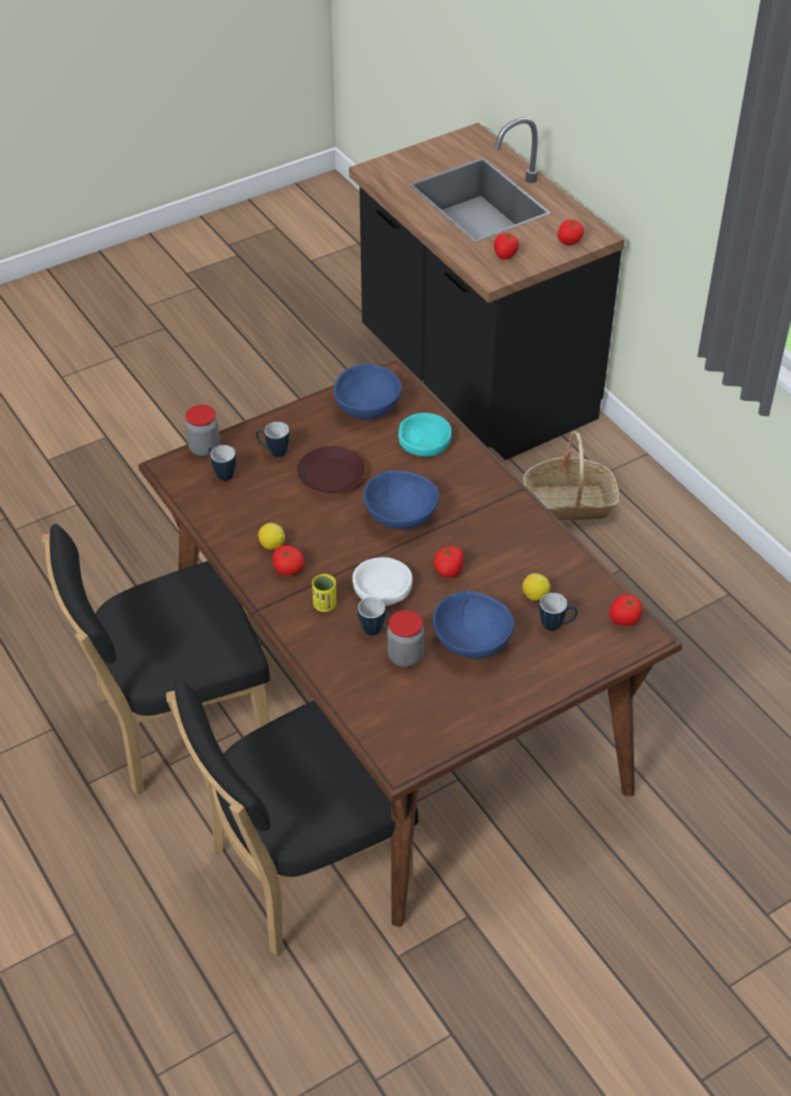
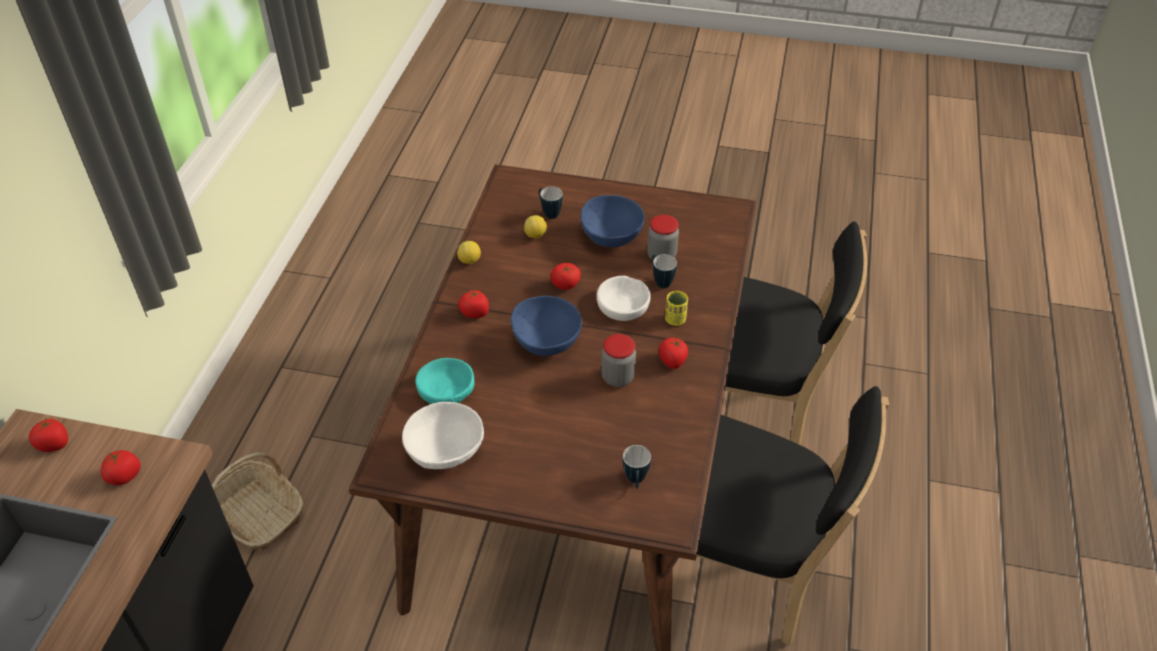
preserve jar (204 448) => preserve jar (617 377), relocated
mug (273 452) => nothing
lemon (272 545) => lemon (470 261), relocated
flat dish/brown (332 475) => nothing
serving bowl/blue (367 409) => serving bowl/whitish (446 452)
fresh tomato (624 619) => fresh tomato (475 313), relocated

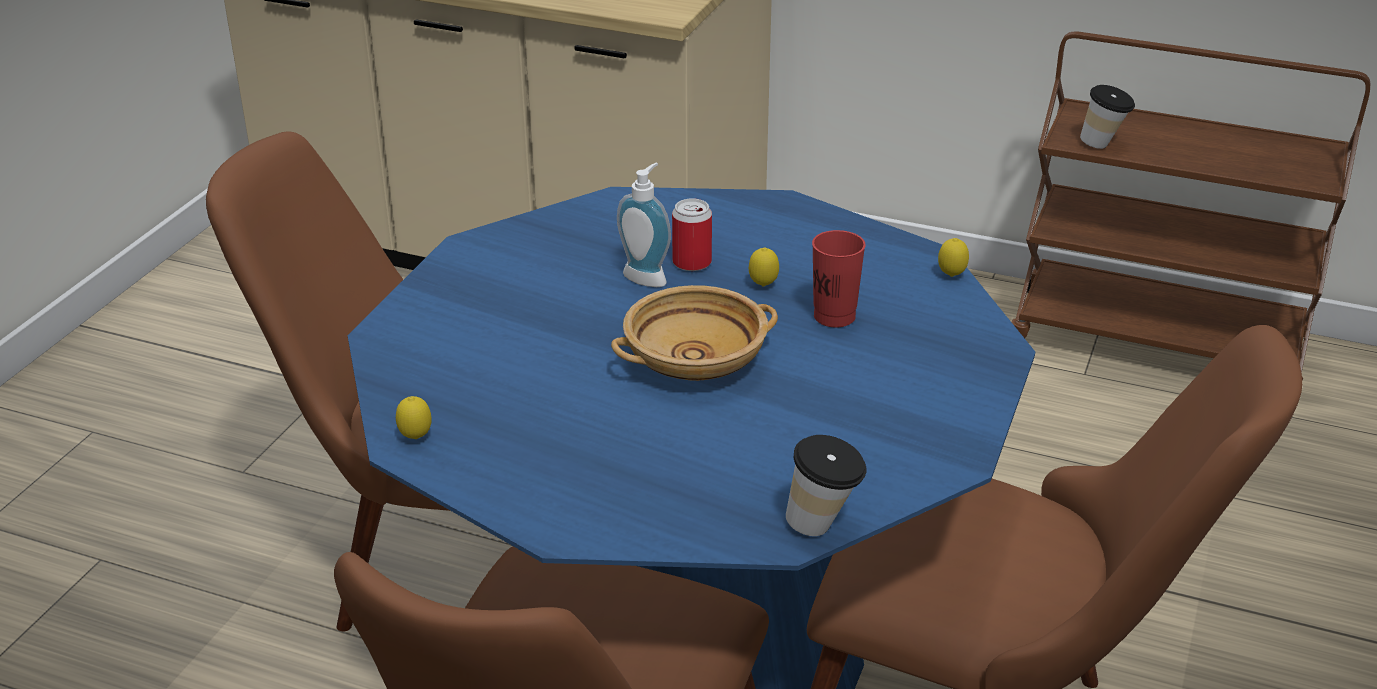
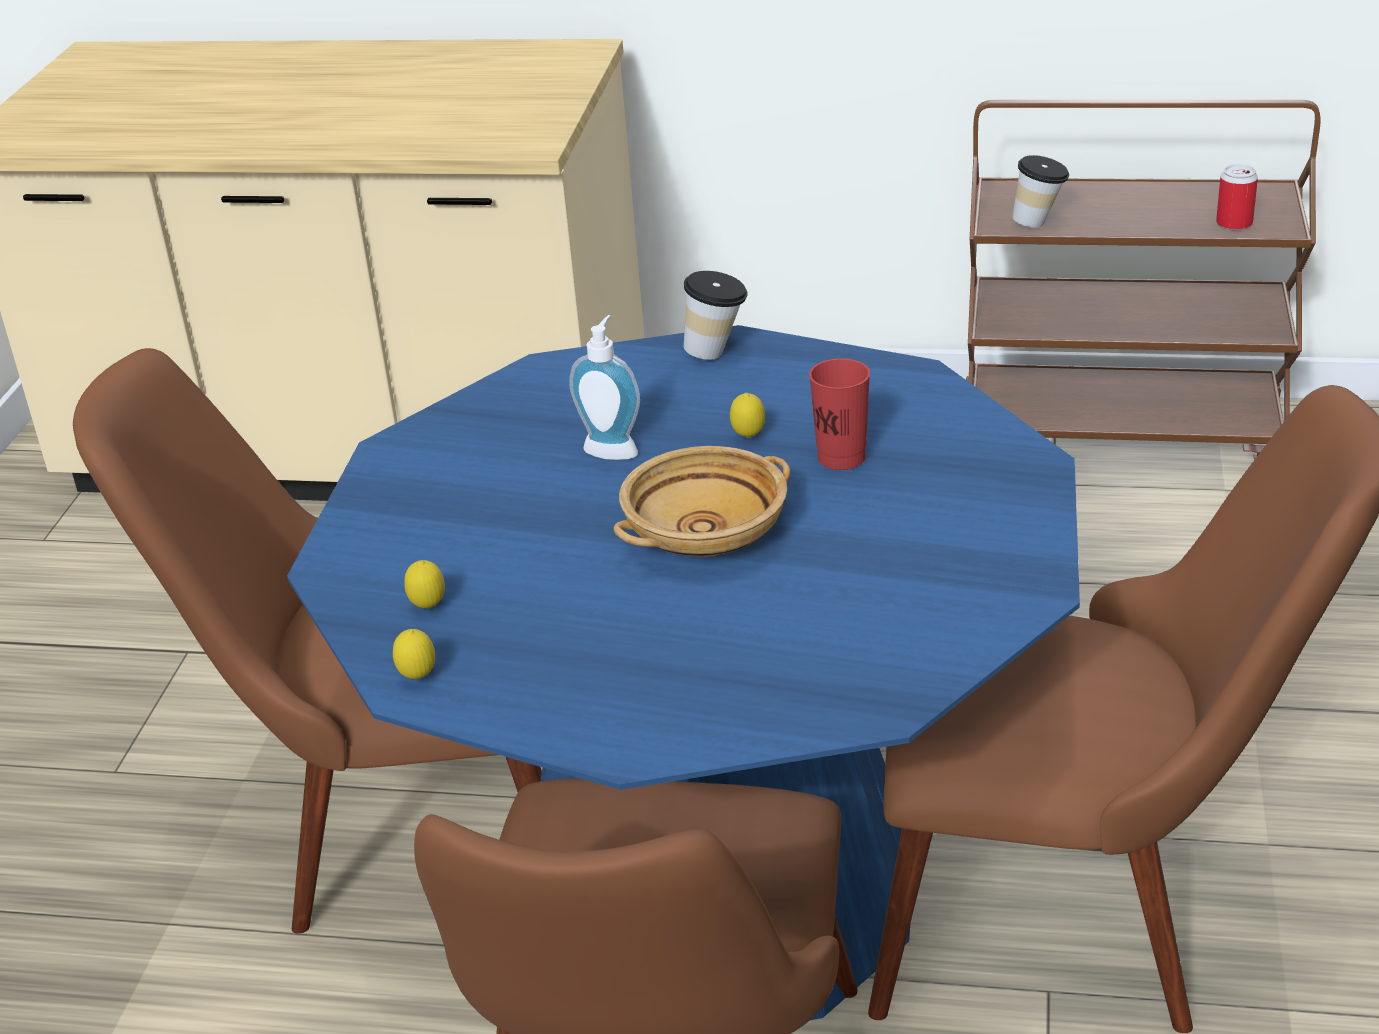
can (692 262) => can (1234 224), relocated
small cup (823 526) => small cup (717 352), relocated
lemon (951 276) => lemon (428 607), relocated

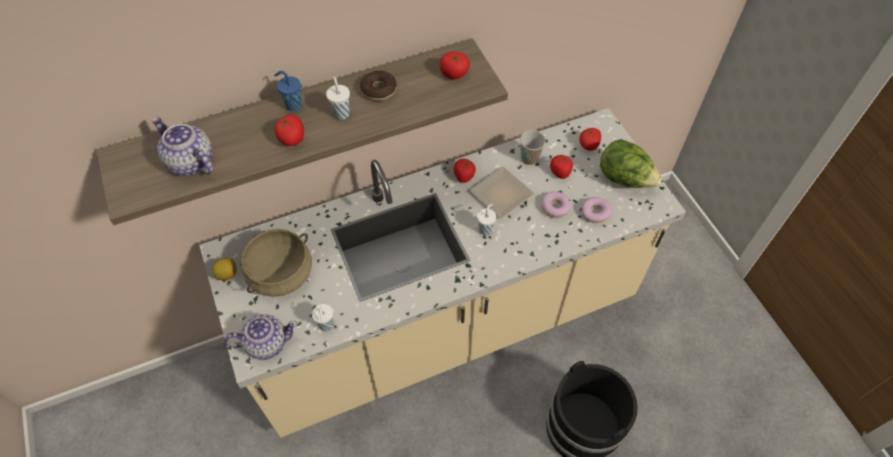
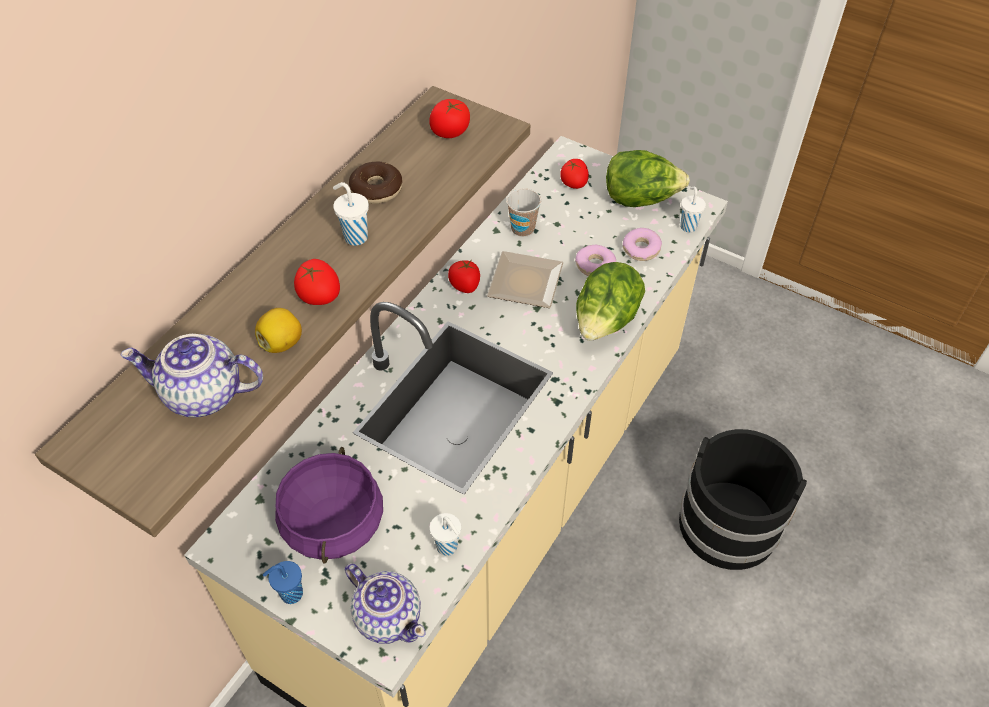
lemon (227 274) => lemon (282 343), relocated
teapot (266 343) => teapot (388 616), 90 degrees clockwise
stockpot/beige (281 274) => stockpot/purplish (334 522)
small cup/blue (293 105) => small cup/blue (290 594), relocated
small cup/whitish (485 229) => small cup/whitish (688 226), relocated
fresh tomato (560 172) => nothing
nothing => lettuce head (605 322)

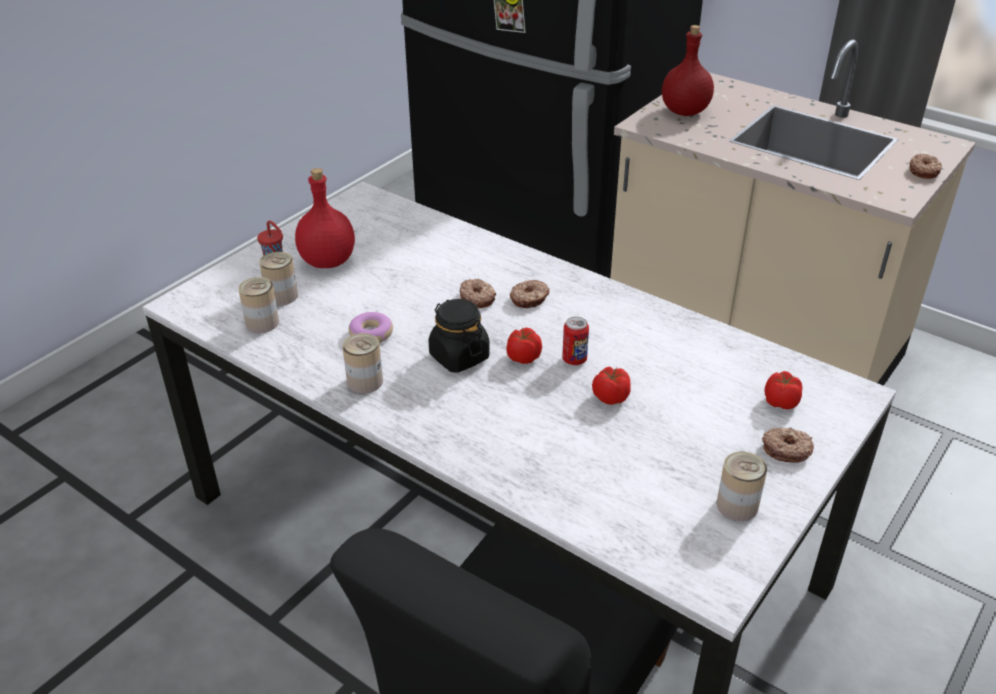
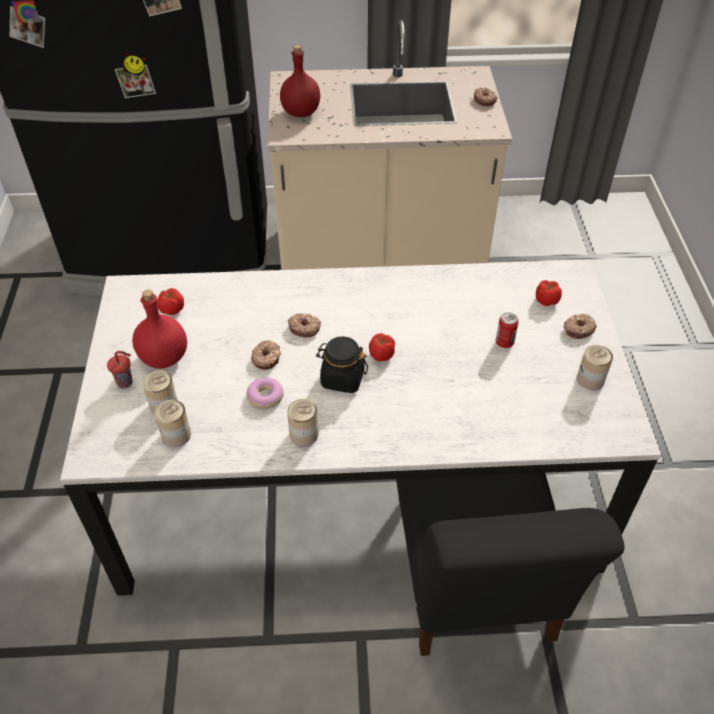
donut (530 299) => donut (267 358), relocated
can (574 359) => can (504 342), relocated
fresh tomato (610 397) => fresh tomato (171 309), relocated

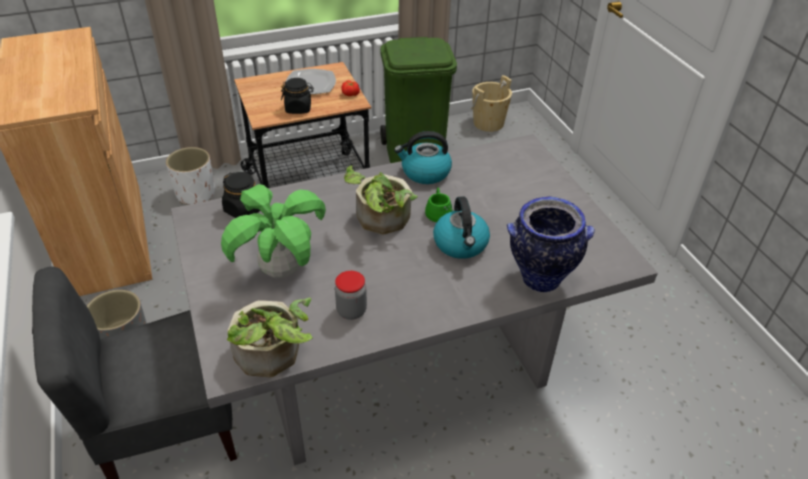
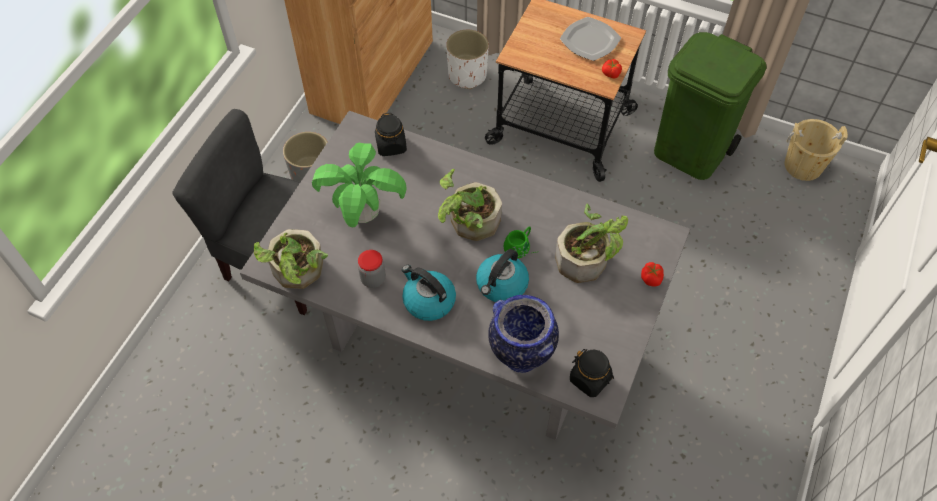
preserve jar/black (298 108) => preserve jar/black (590 379), relocated
kettle (425 172) => kettle (428 301), relocated
nothing => potted plant (588 259)
nothing => fresh tomato (651 279)

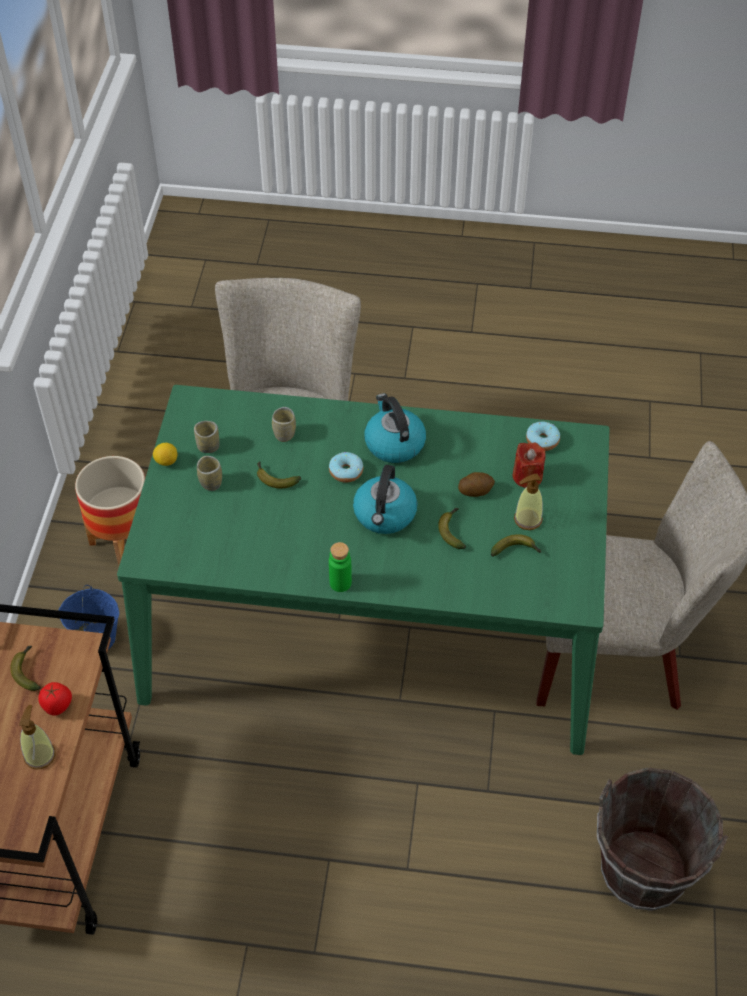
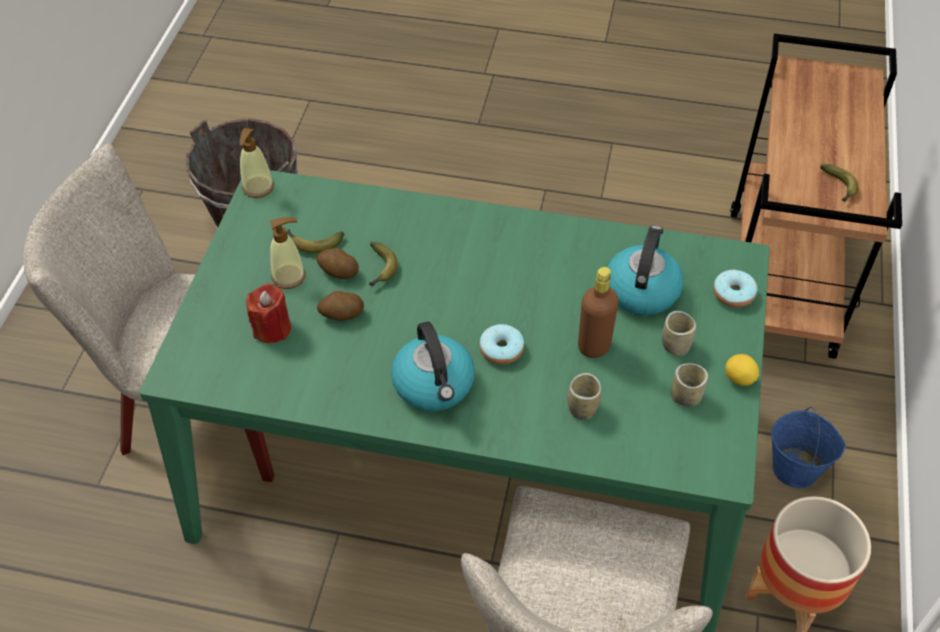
soap bottle (40 755) => soap bottle (258 187), relocated
fresh tomato (58 706) => nothing
banana (274 478) => drink bottle/brown (594 346)
drink bottle/green (340 583) => nothing
kettle (385 515) => kettle (641 289), relocated
donut (542 441) => donut (733 294), relocated
nothing => potato (338 272)

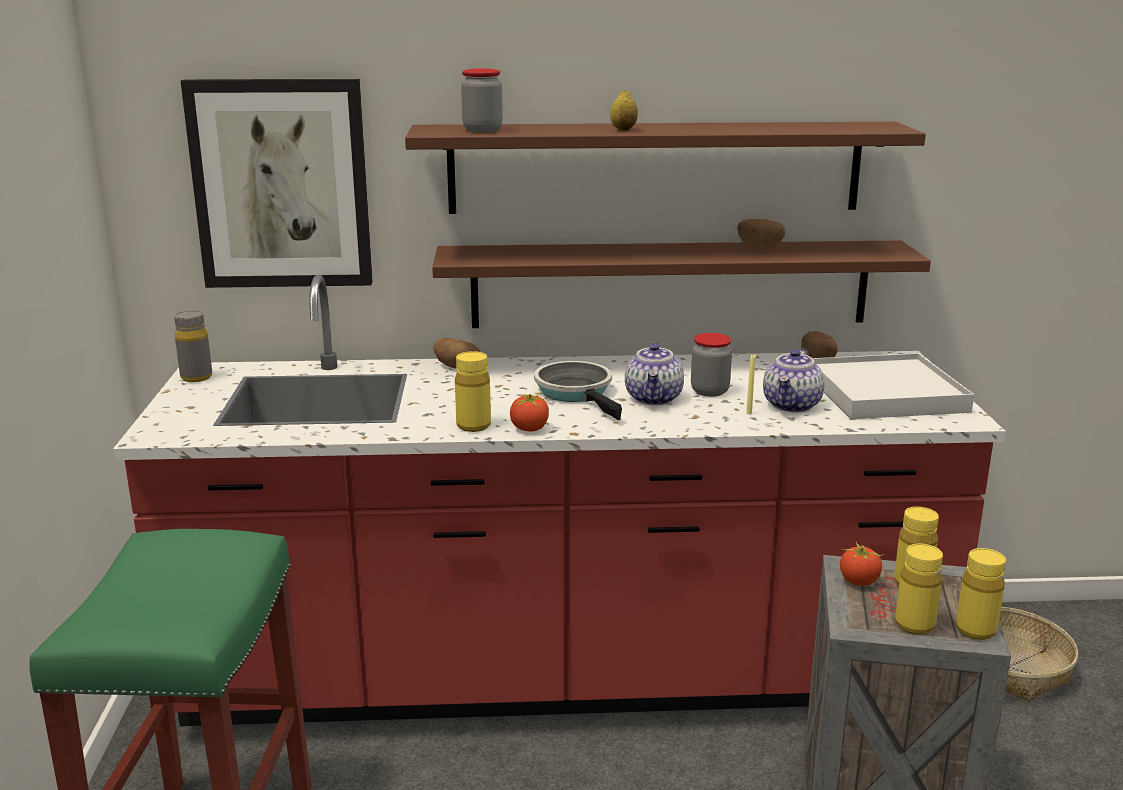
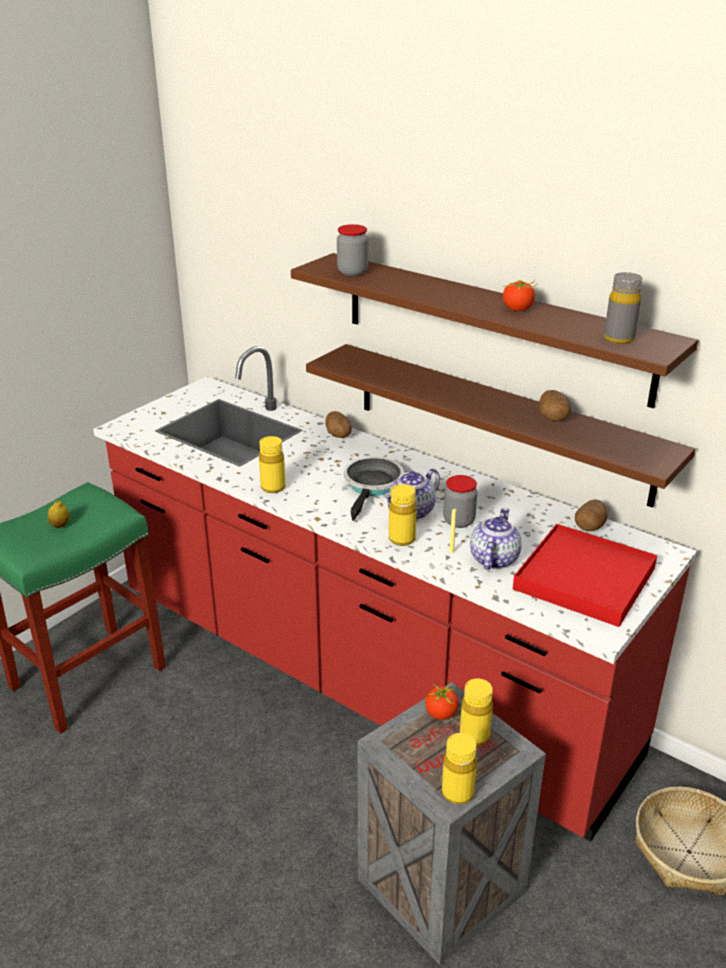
drink bottle/greyish (196 377) => drink bottle/greyish (618 339), relocated
picture (281 184) => nothing
fresh tomato (529 428) => fresh tomato (518 309), relocated
lemon (623 130) => lemon (60 525), relocated
teapot (792 405) => teapot (493 559), 135 degrees clockwise
tray/whitish (886 393) => tray/red-coloured (584 579)
drink bottle/yellowish (914 625) => drink bottle/yellowish (402 539), relocated

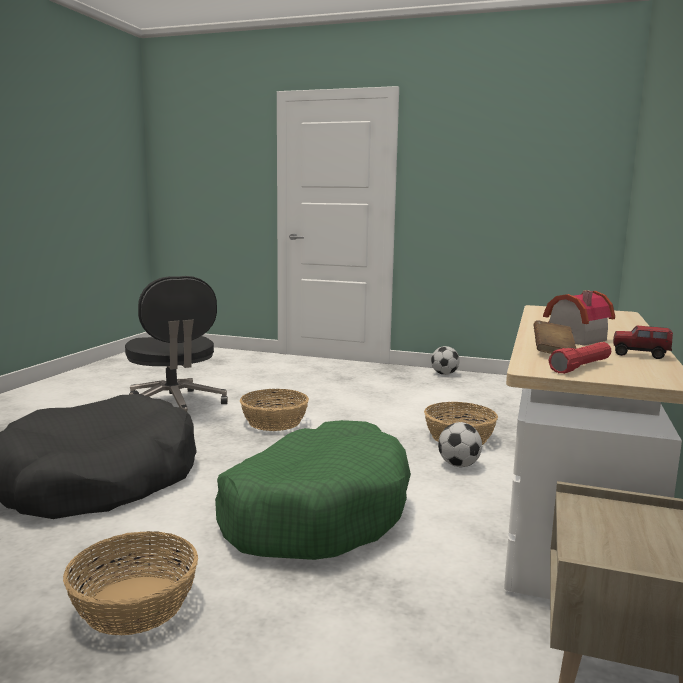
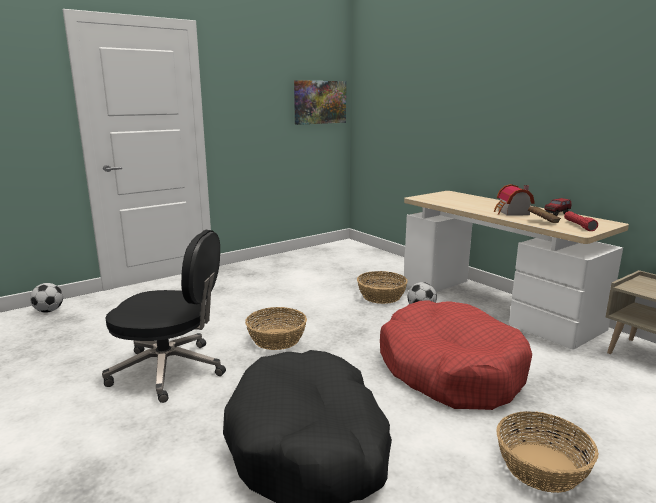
dog bed/green (315 511) => dog bed/red-coloured (450 369)
football (444 374) => football (49 311), relocated
nothing => picture (320 102)

